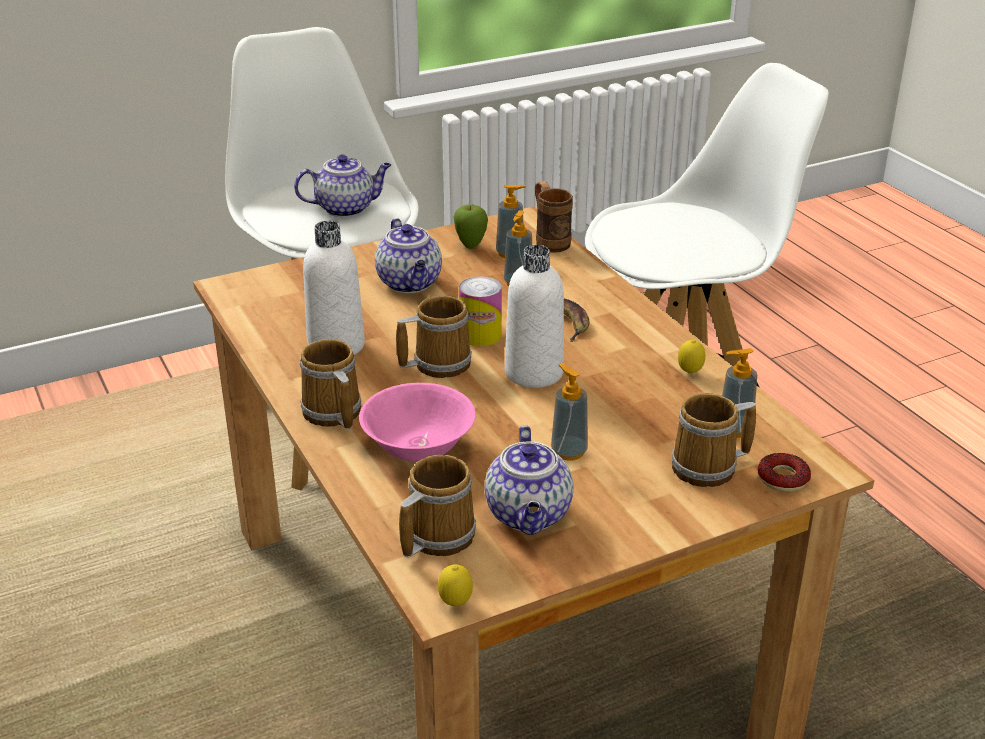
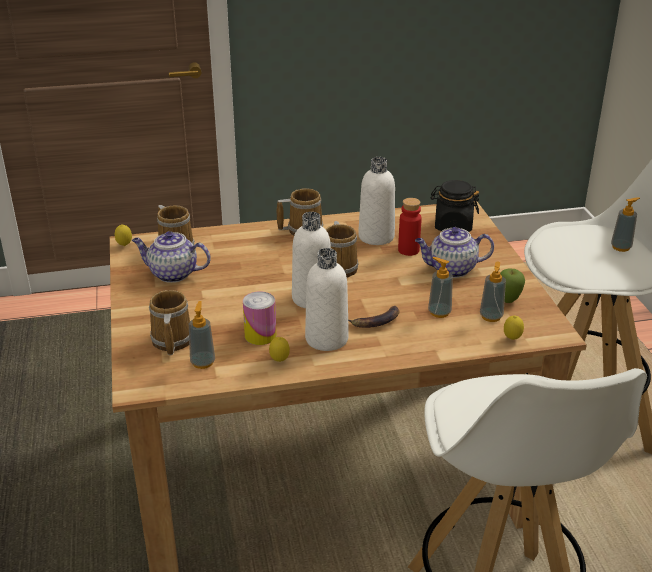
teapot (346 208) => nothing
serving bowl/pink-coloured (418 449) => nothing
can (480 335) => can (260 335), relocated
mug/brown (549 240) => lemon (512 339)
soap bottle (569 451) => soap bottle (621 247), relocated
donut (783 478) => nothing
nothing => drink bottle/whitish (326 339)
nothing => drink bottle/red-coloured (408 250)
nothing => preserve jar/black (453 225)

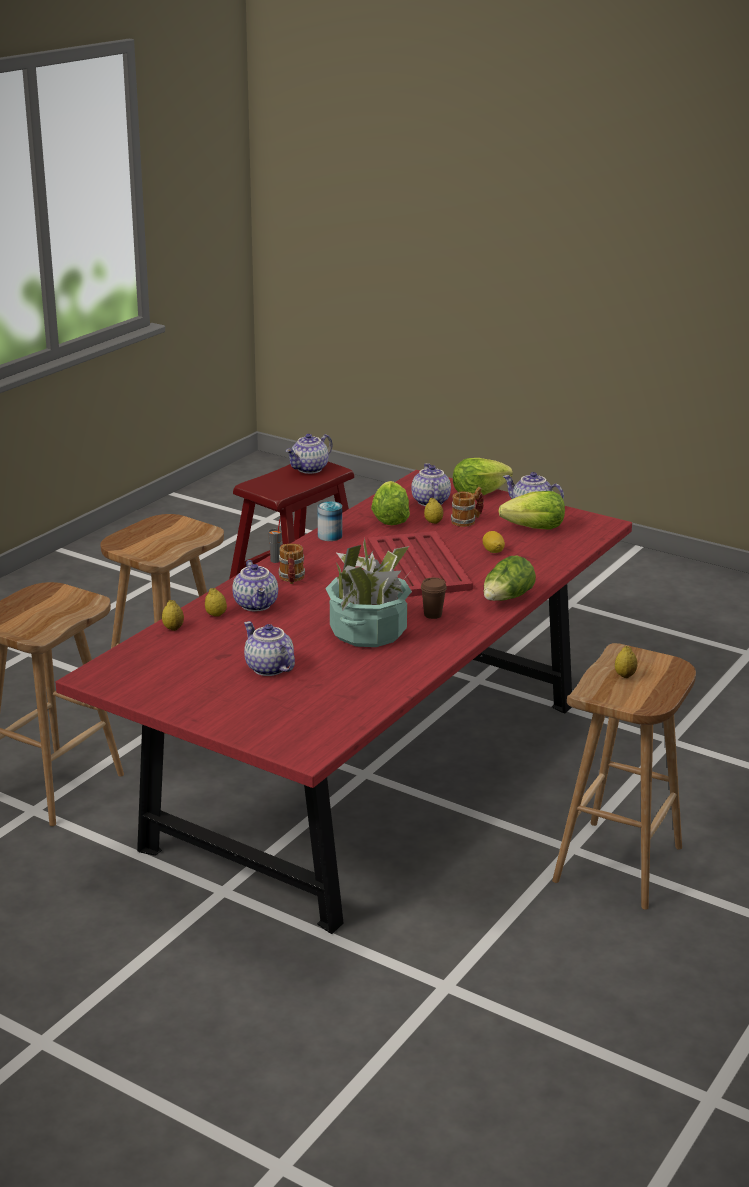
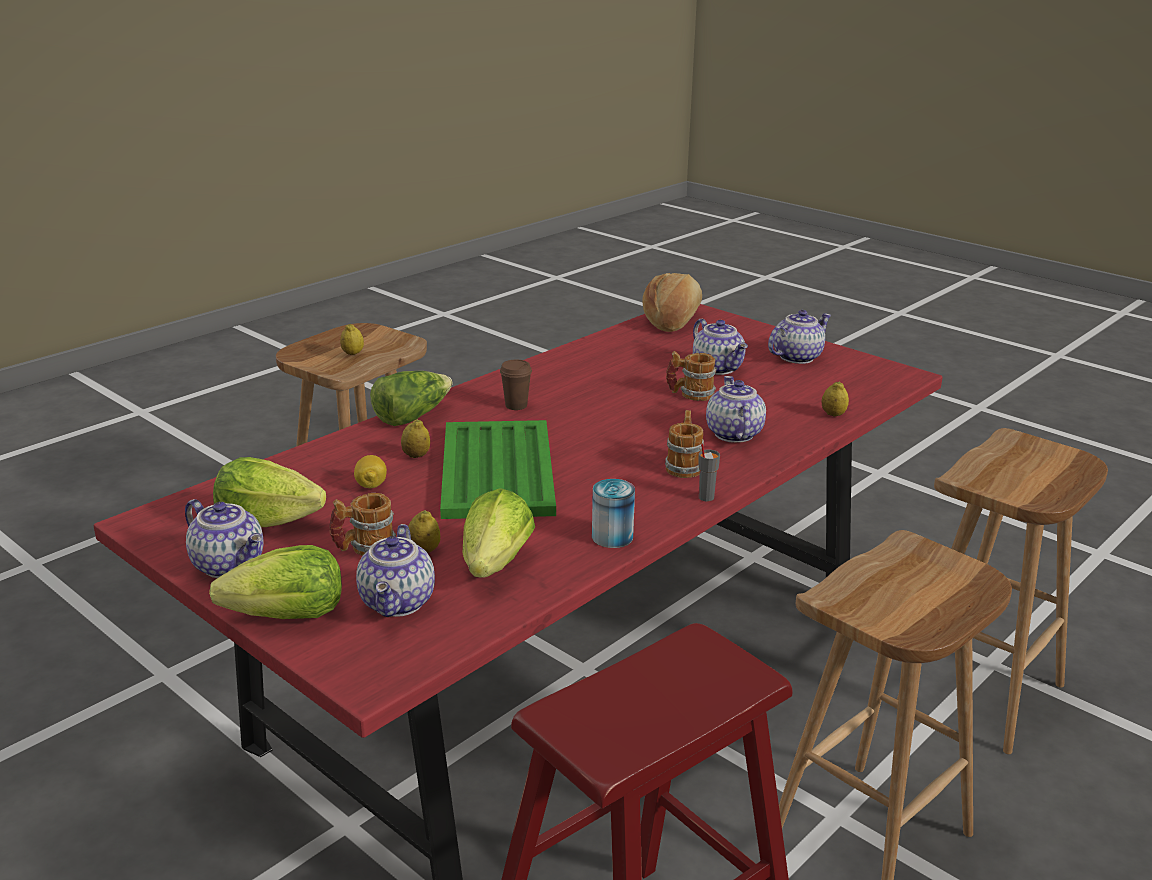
lemon (216 615) => lemon (416 456), relocated
teapot (310 469) => teapot (796 357), relocated
potted plant (368 632) => nothing
tray/red-coloured (418 565) => tray/green (496 471)
nothing => bakery bread (673 320)
nothing => mug (690 394)

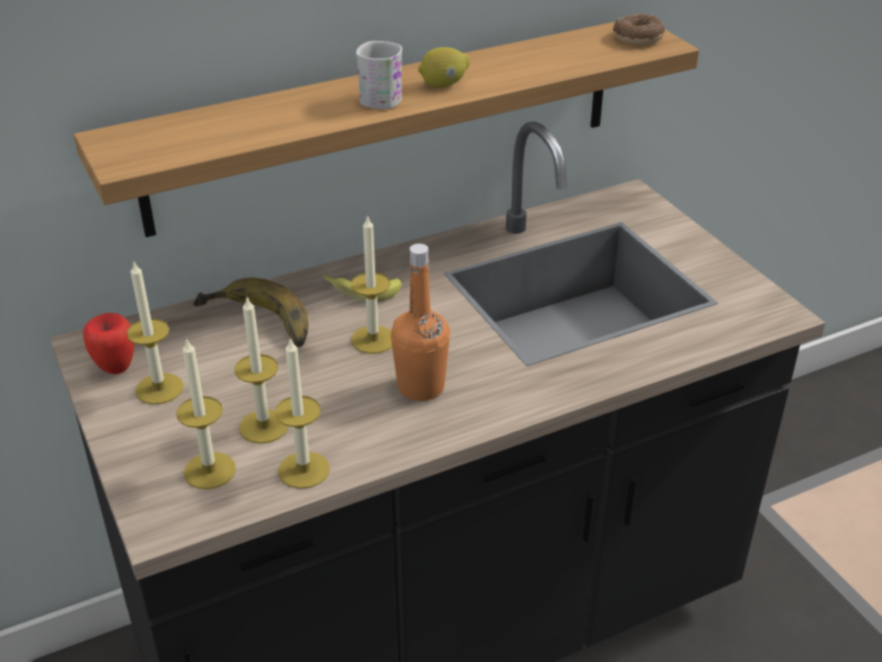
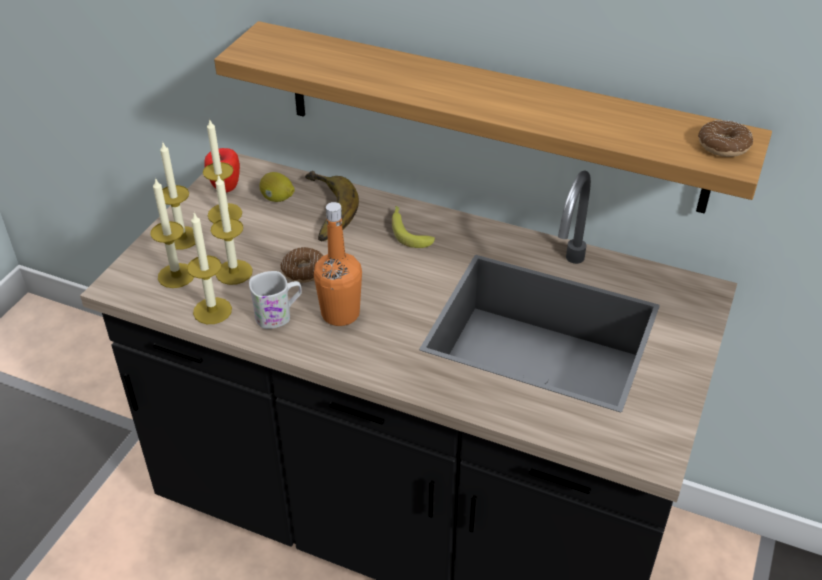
wax candle (373 339) => wax candle (182 238), relocated
mug/whitish (383 97) => mug/whitish (279 315), relocated
lemon (444 85) => lemon (277 199), relocated
nothing => donut (304 271)

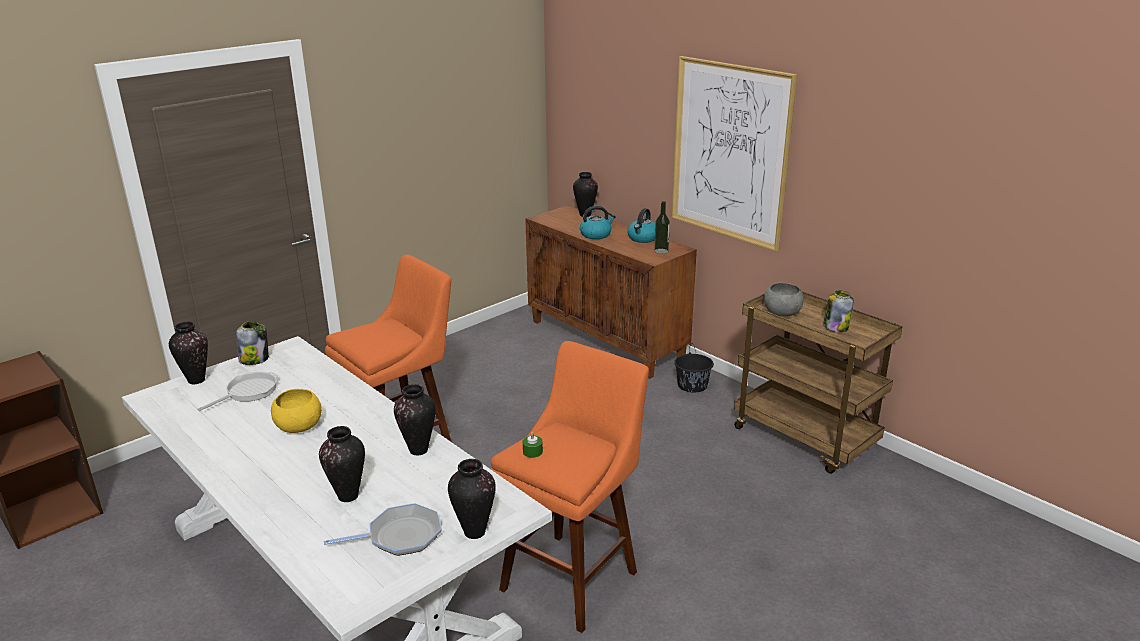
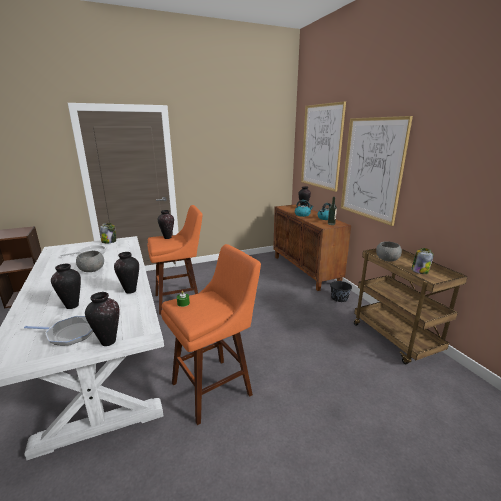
vase (196 380) => vase (167 237), relocated
serving bowl/yellowish (299 426) => serving bowl/greyish (92 270)
nothing => picture (321 146)

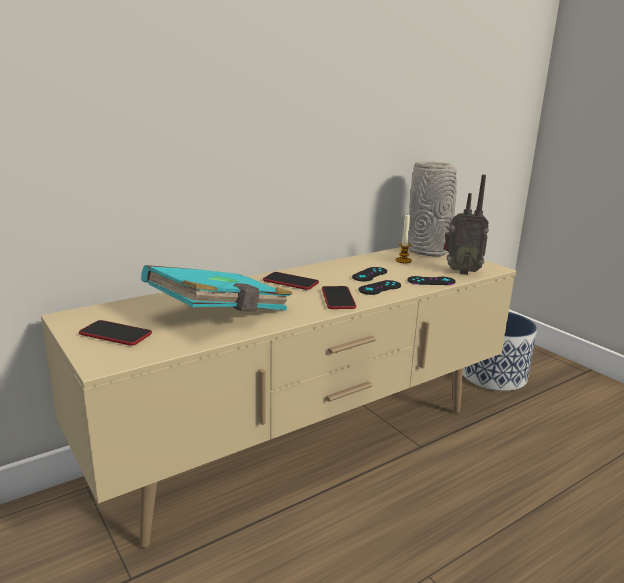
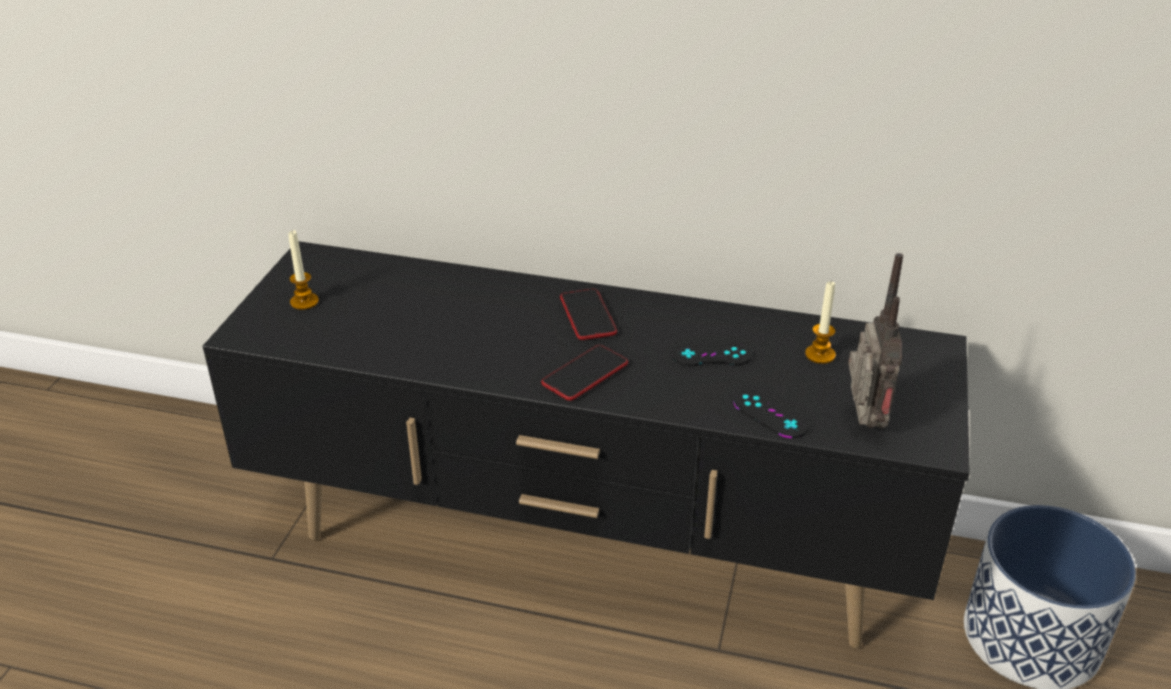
media console/beige (307 446) => media console/black (588 547)
handset (115 334) => wax candle (304 302)
bound book/turquoise (221 314) => nothing
gamepad/black (380 288) => nothing
vase/greyish (428 252) => nothing
radio (461 271) => radio (863 422), 150 degrees counterclockwise

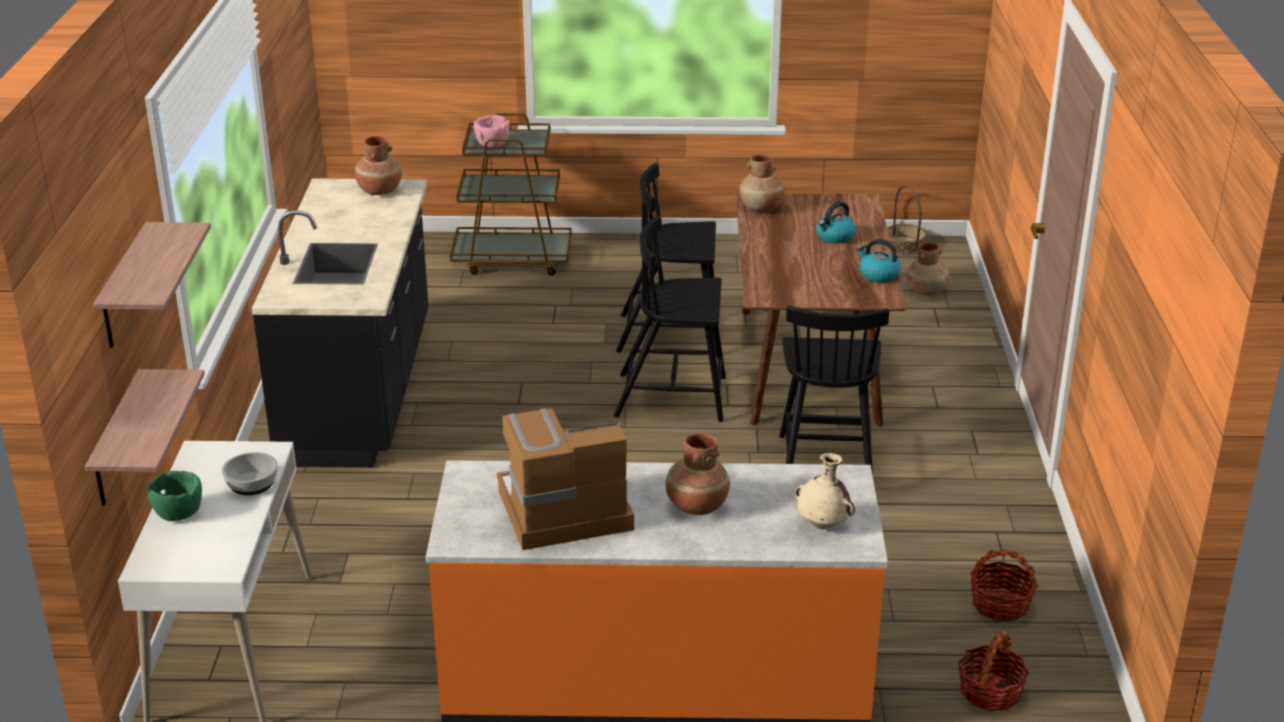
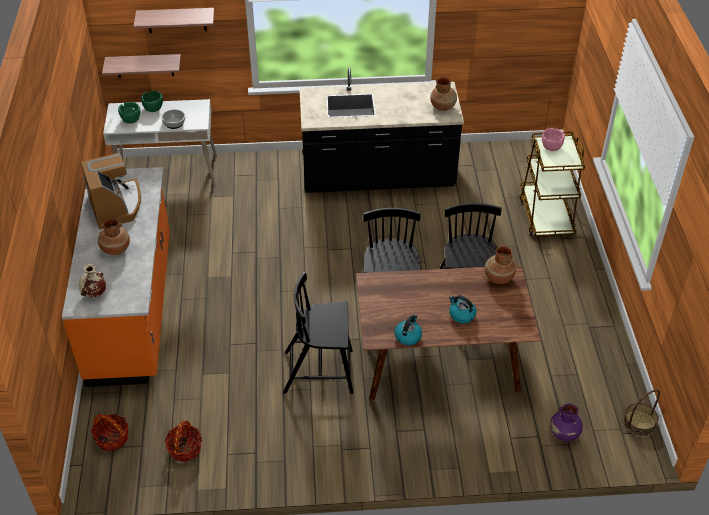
vase/brown (927 291) => vase/purplish (564 433)
nothing => serving bowl/green (131 120)

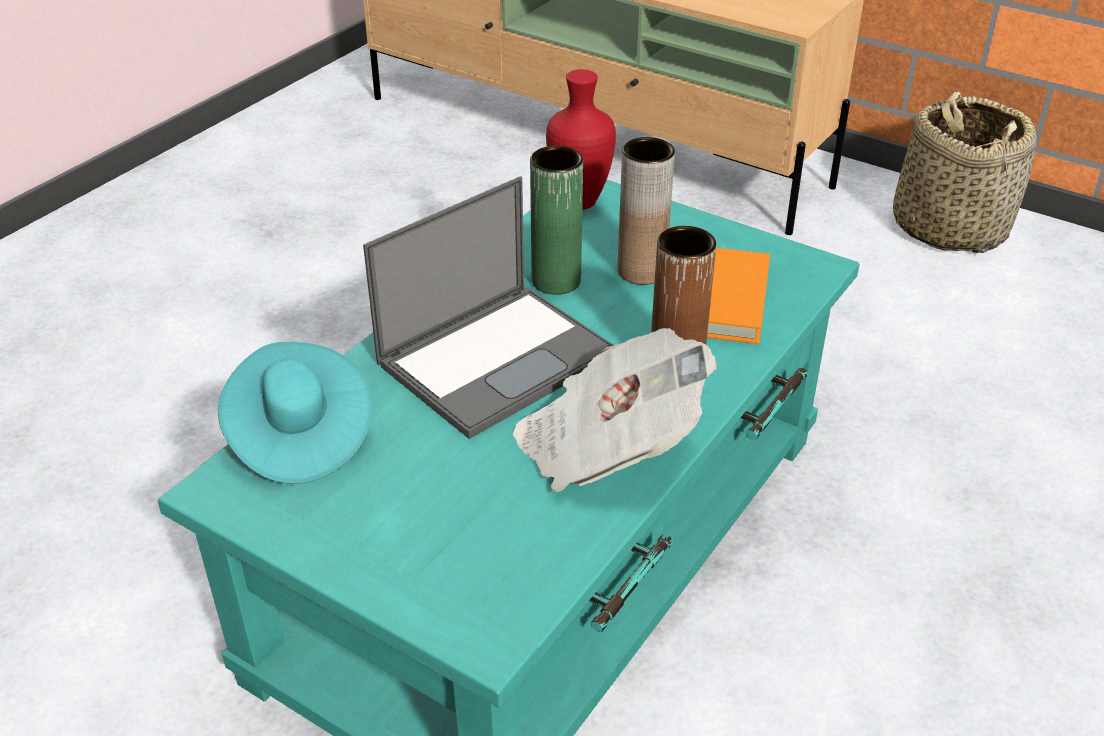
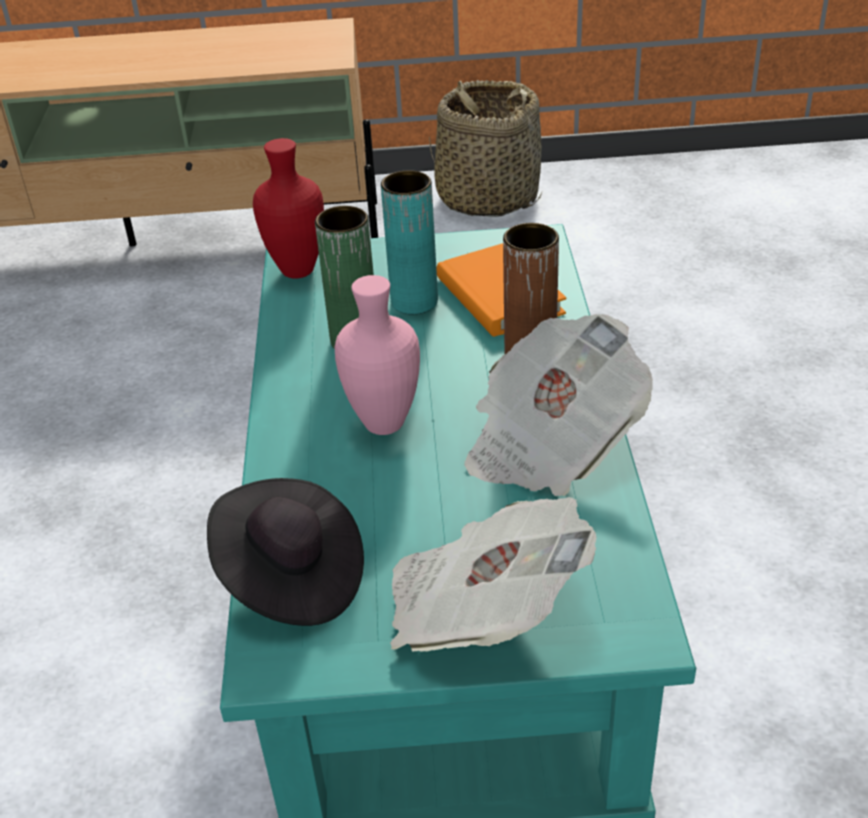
hat/turquoise (299 437) => hat/black (290 578)
portable computer (498 357) => vase/pink-coloured (382 422)
vase/brown (641 271) => vase/turquoise (414 301)
nothing => newspaper (482 611)

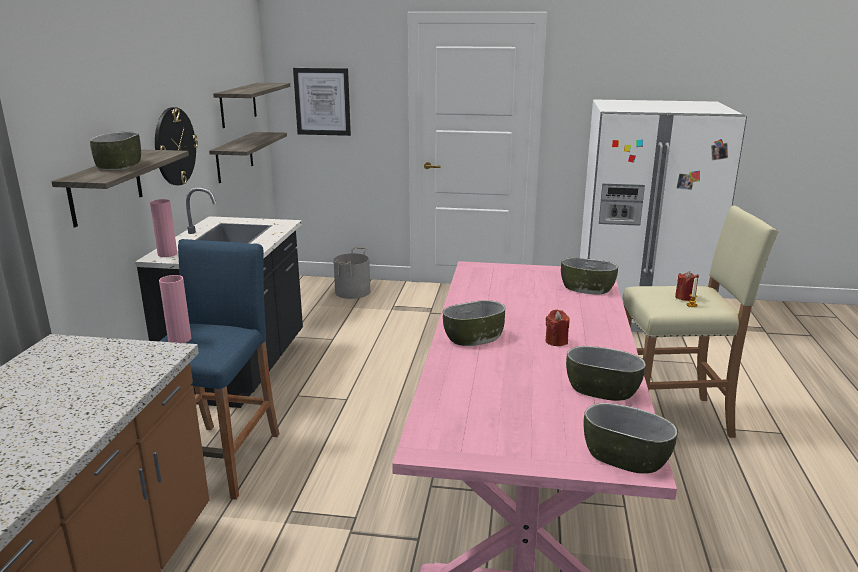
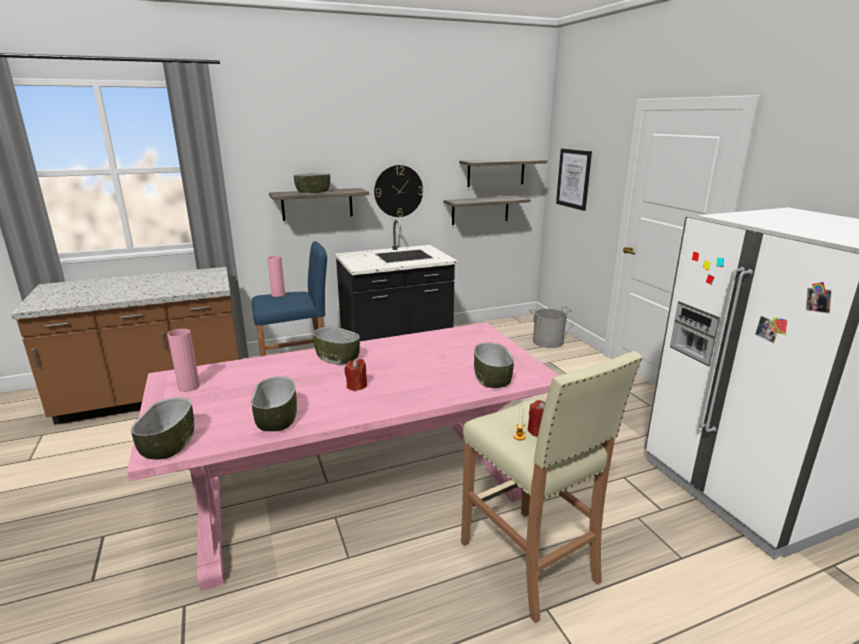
vase/pink-coloured (167 254) => vase/pink-coloured (189 387), relocated

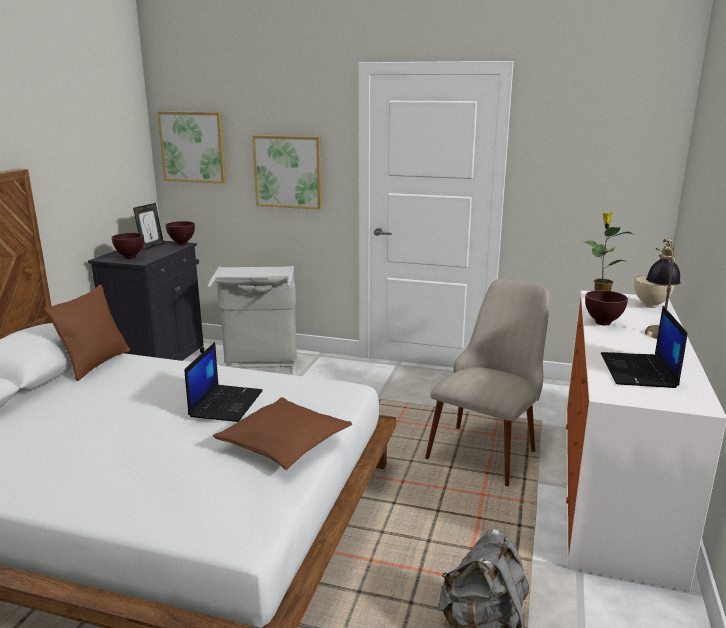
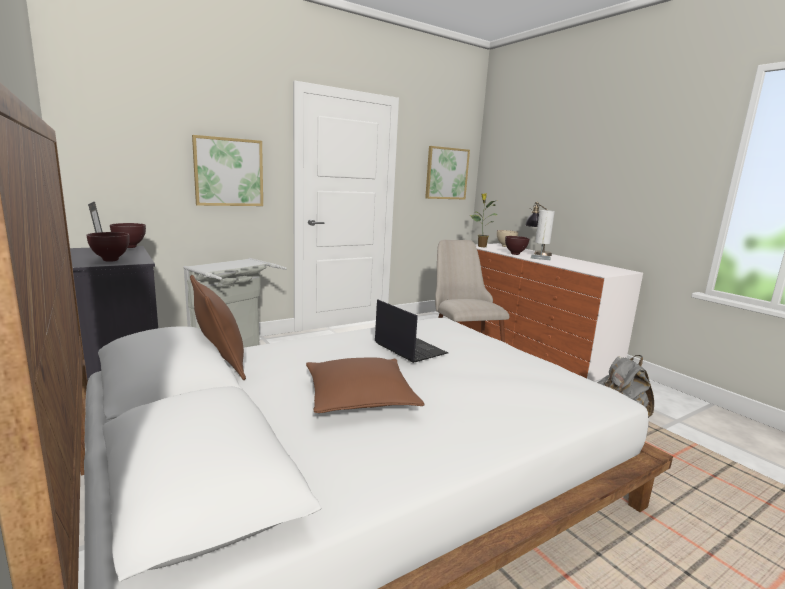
picture (193 147) => picture (446 173), relocated
cushion/brown (284 443) => cushion/brown (359 397), relocated
portable computer (639 371) => nothing
nothing => lamp for a table/whitish (540 258)

